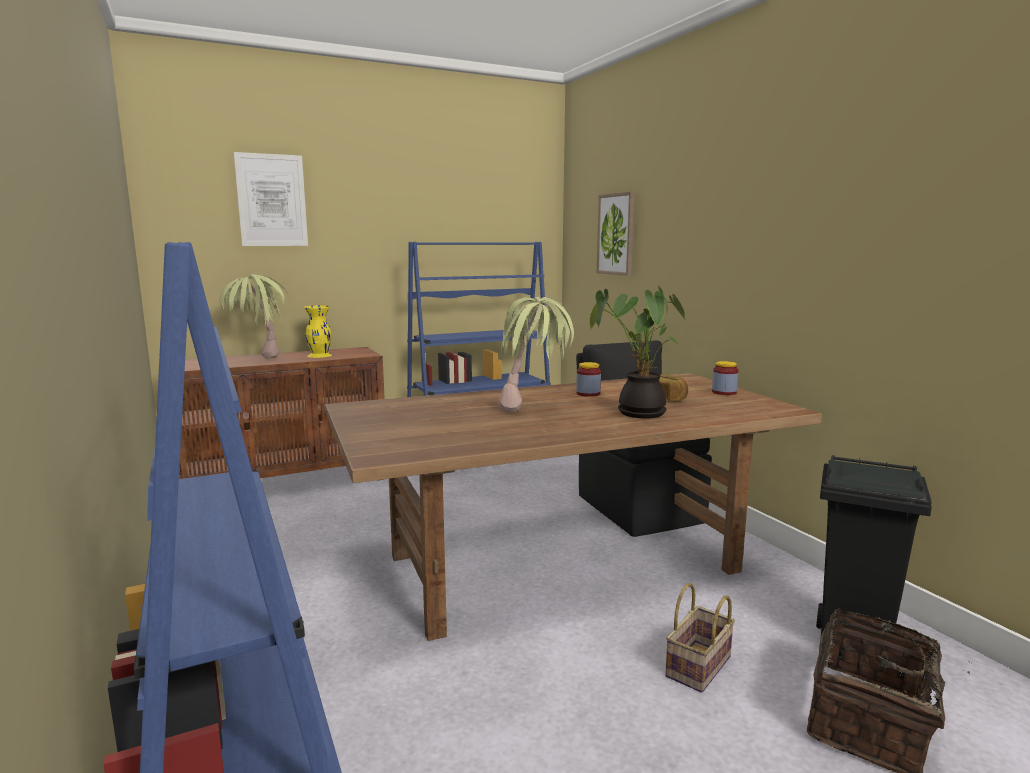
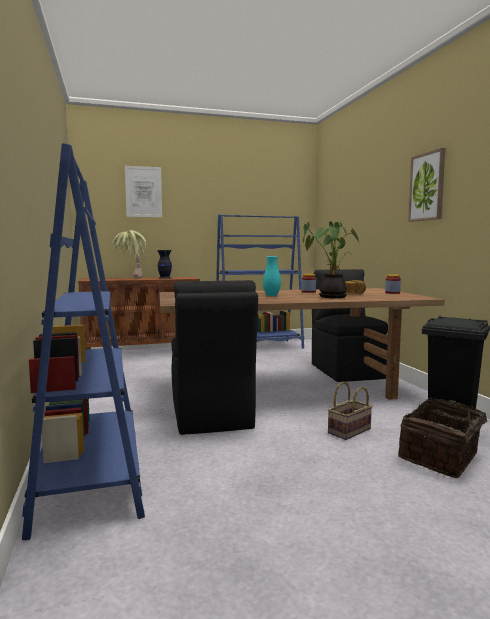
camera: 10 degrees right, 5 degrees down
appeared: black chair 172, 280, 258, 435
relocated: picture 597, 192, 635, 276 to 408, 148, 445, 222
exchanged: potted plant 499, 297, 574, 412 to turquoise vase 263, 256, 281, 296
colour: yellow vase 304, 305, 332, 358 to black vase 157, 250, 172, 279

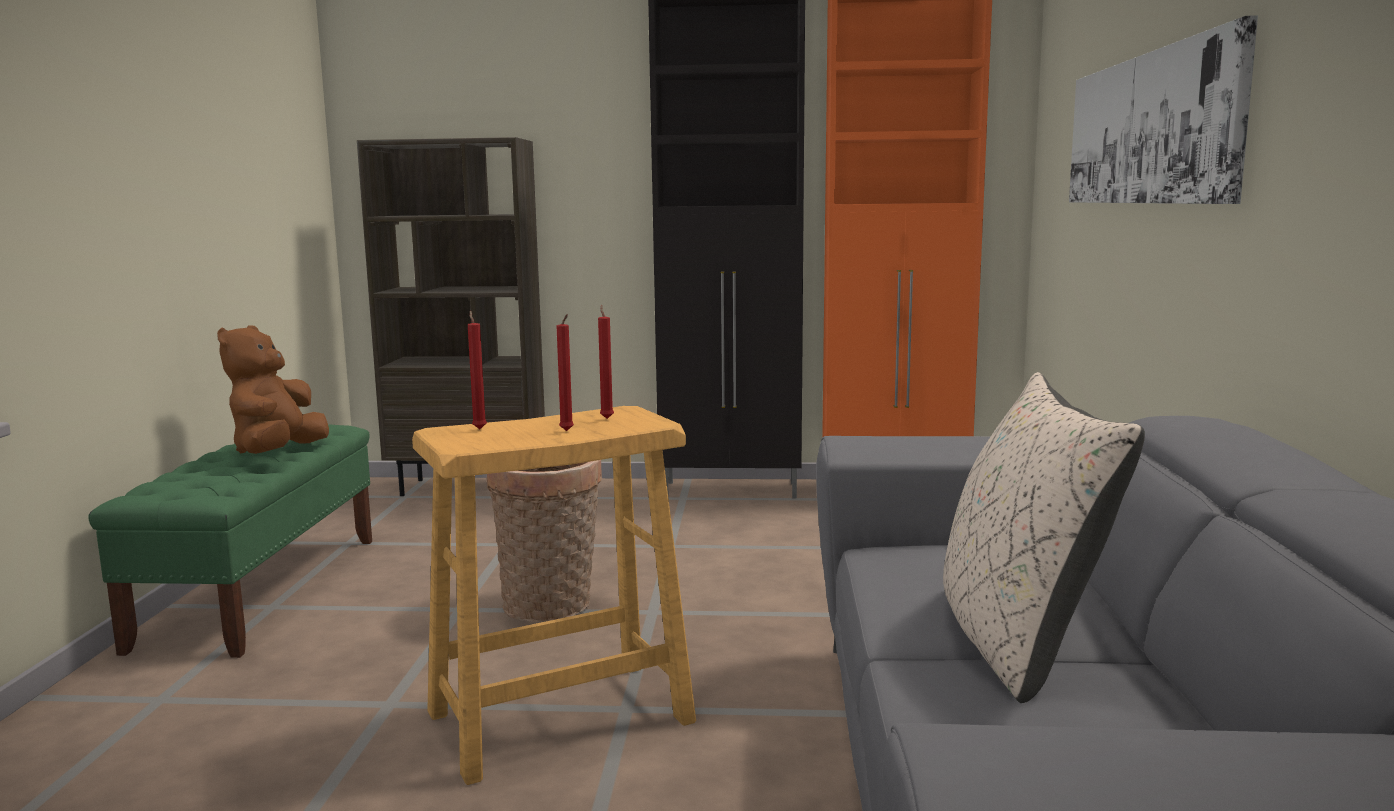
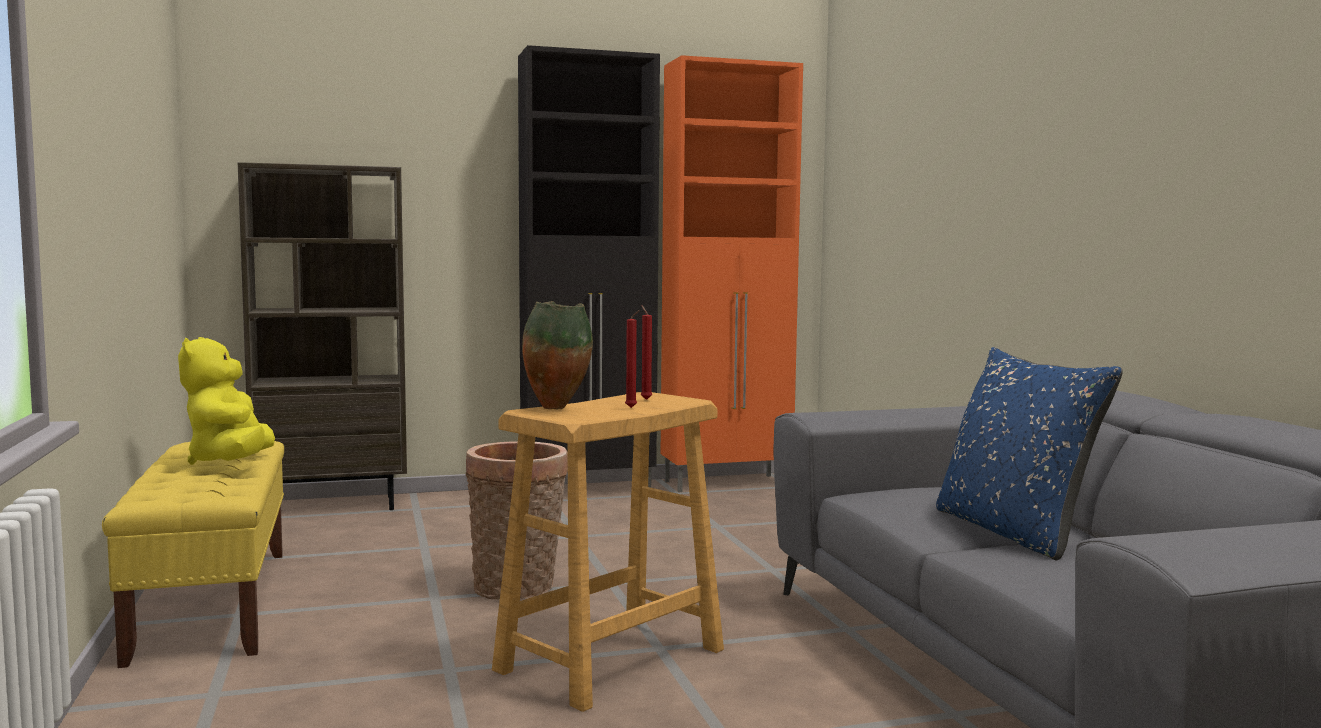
camera: 20 degrees left, 5 degrees down
missing: picture 1069, 15, 1258, 204
exchanged: red candle 468, 311, 487, 429 to vase 522, 301, 593, 409
colour: green bench 89, 425, 372, 658 to yellow bench 102, 441, 284, 668; brown plush toy 217, 325, 329, 454 to yellow plush toy 178, 337, 275, 465; beige pillow 943, 372, 1145, 703 to blue pillow 936, 347, 1123, 561

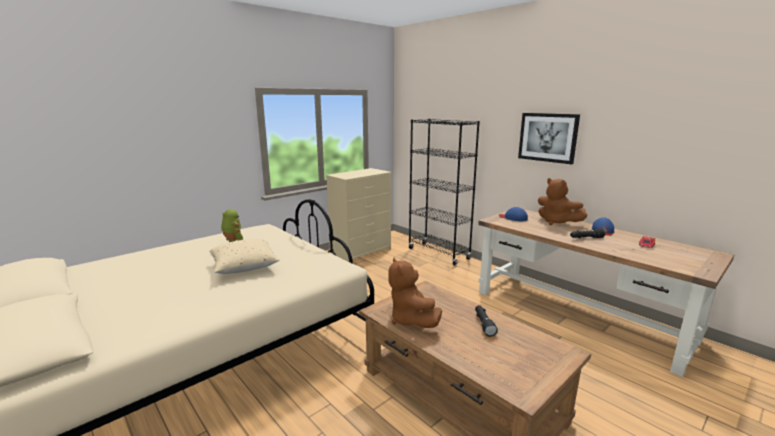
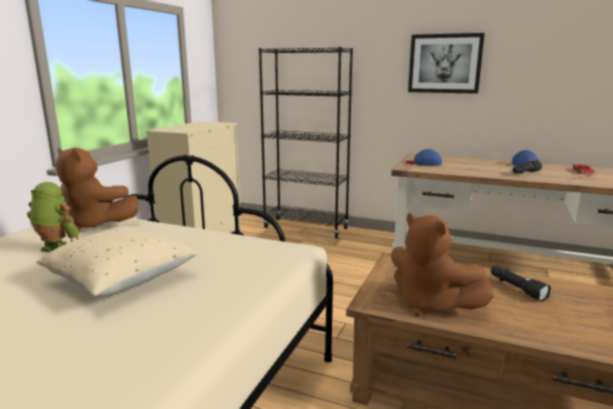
camera: 25 degrees left, 0 degrees up
relocated: brown plush toy 538, 178, 588, 225 to 56, 148, 138, 232

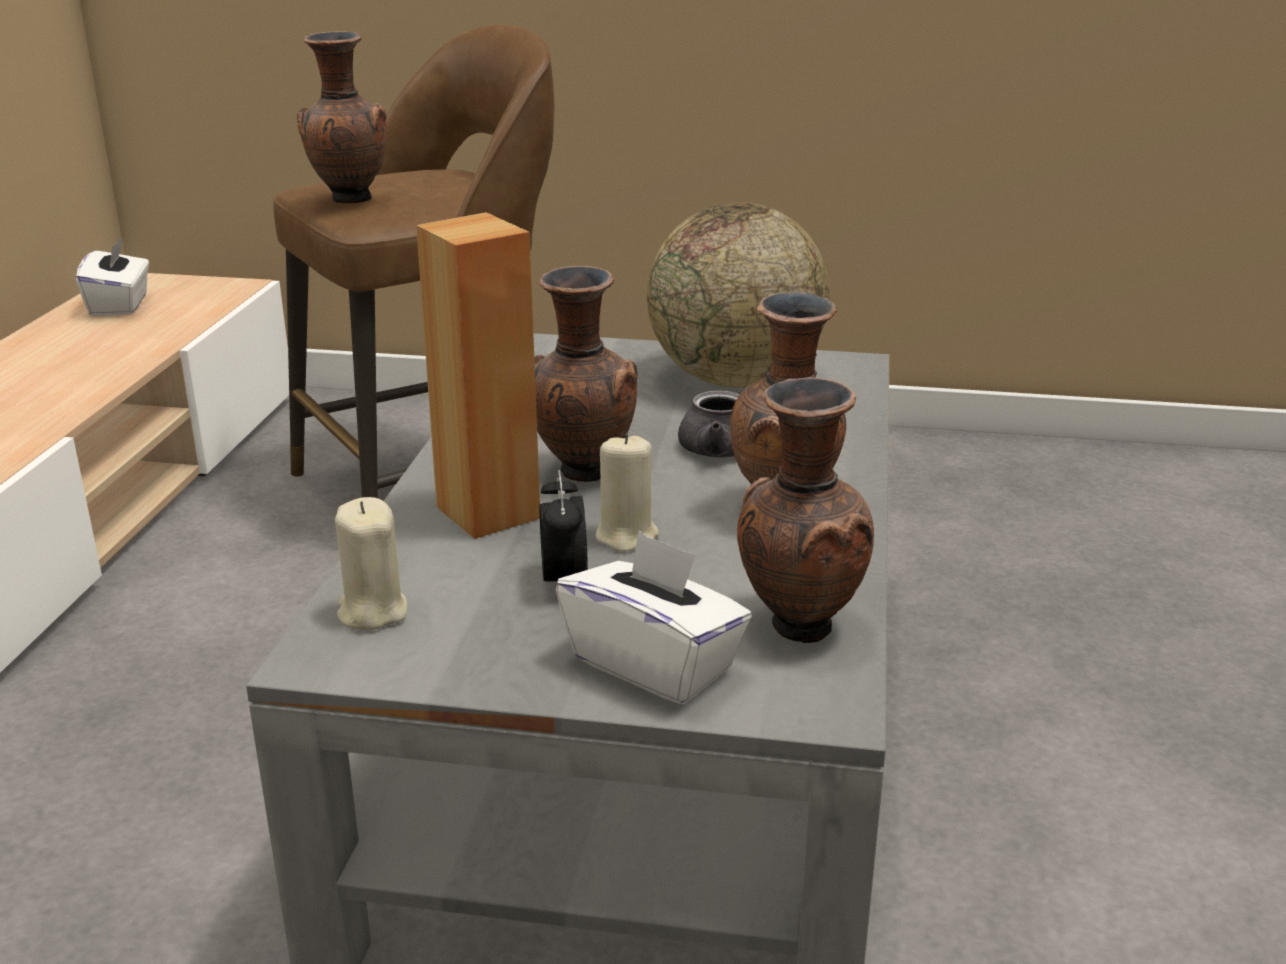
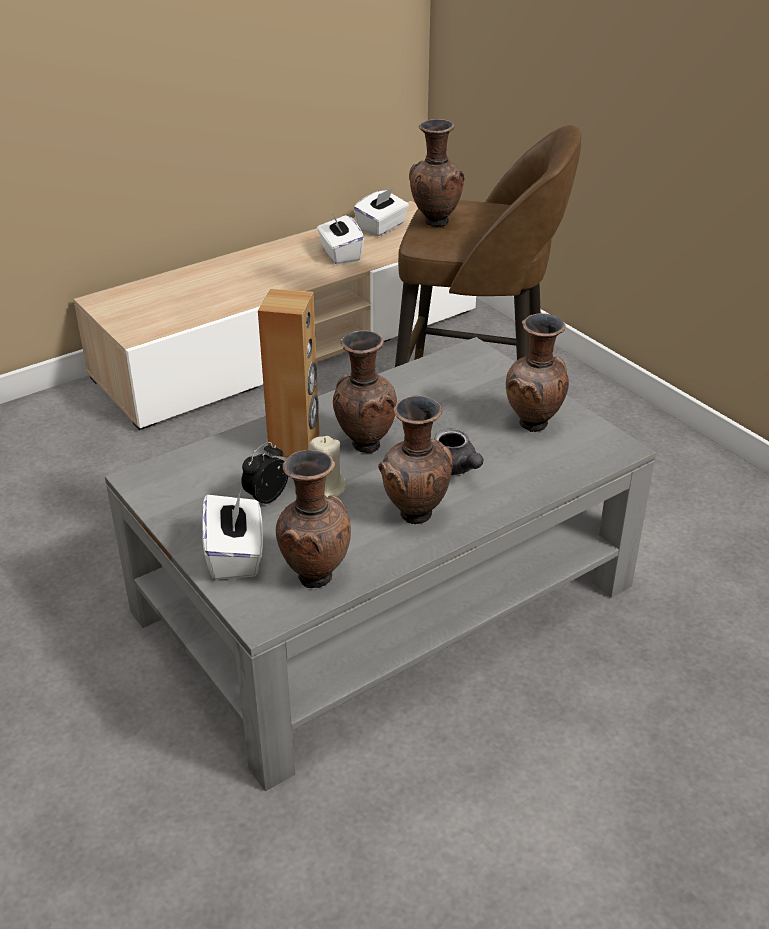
camera: 45 degrees right, 10 degrees up
missing: beige candle 335, 497, 408, 630
appeared: white tissue box 317, 213, 364, 264
exchanged: globe 647, 202, 830, 387 to brown vase 506, 313, 569, 432

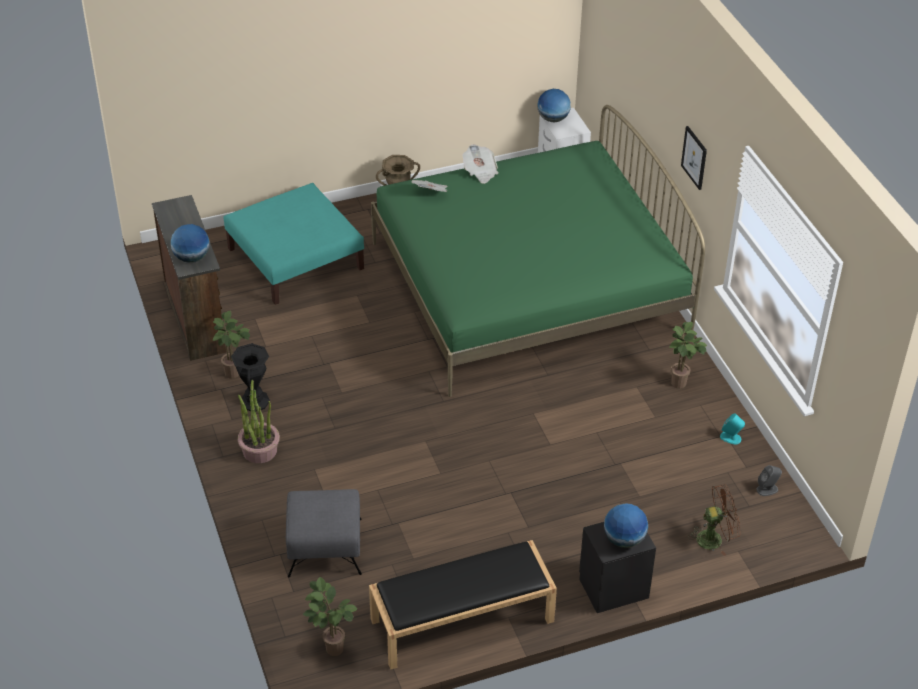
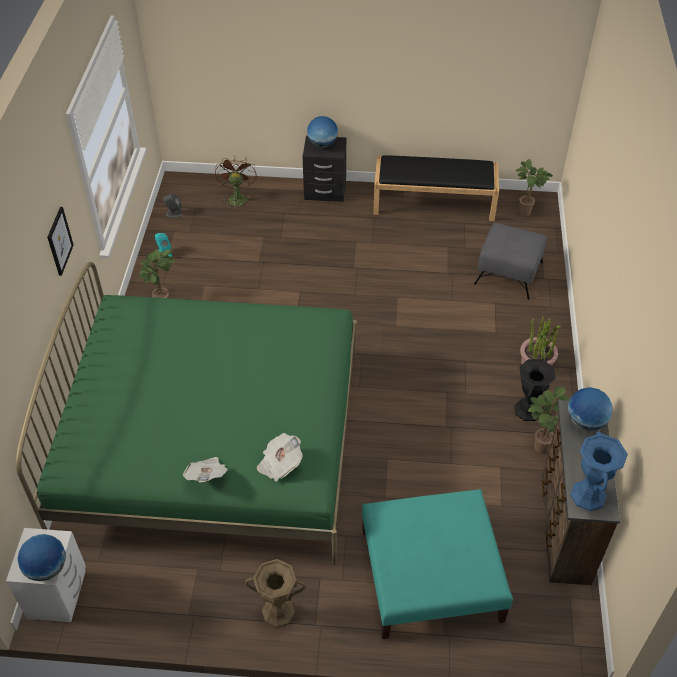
camera: 155 degrees left, 5 degrees up
appeared: blue vase 570, 431, 628, 511
spun: brown fan 688, 484, 741, 556 = 215, 155, 257, 210 75 degrees clockwise

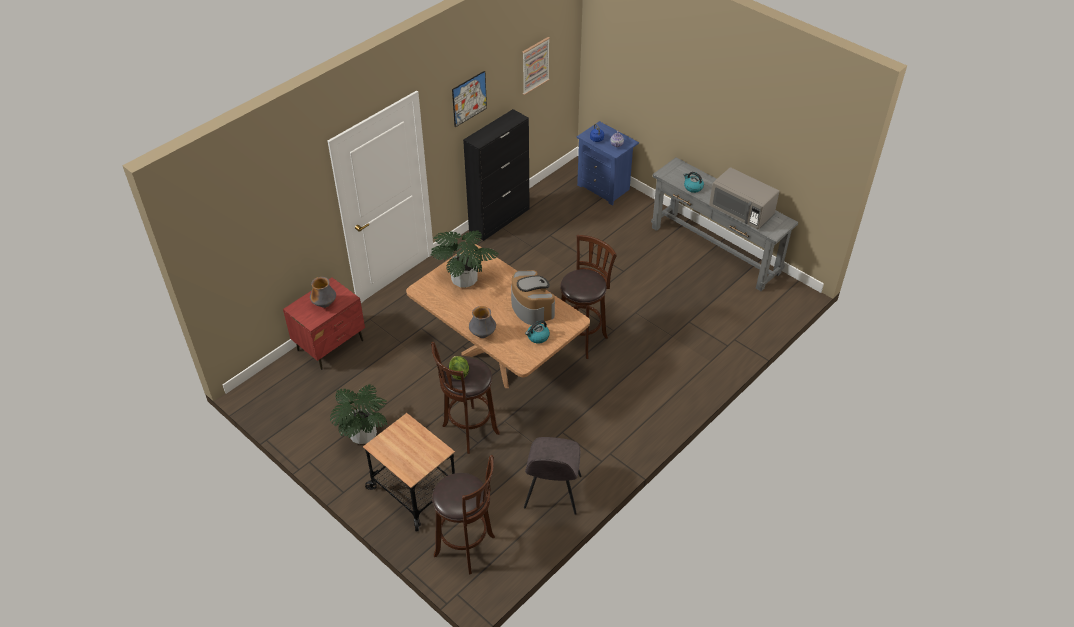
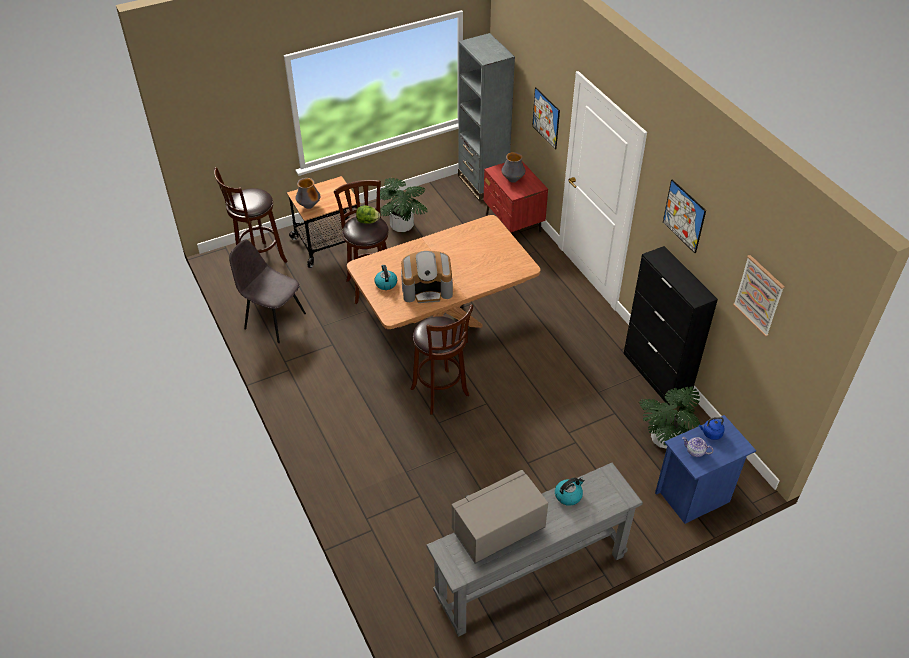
camera: 110 degrees right, 0 degrees up
appeared: grey bookcase 458, 33, 515, 202; picture 532, 87, 560, 150
relocated: potted plant 430, 230, 499, 288 to 639, 386, 700, 449; vase 469, 306, 496, 338 to 295, 178, 320, 209

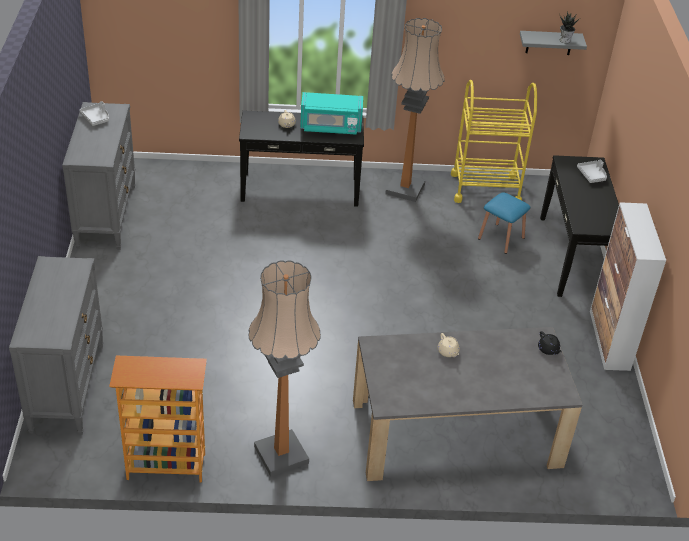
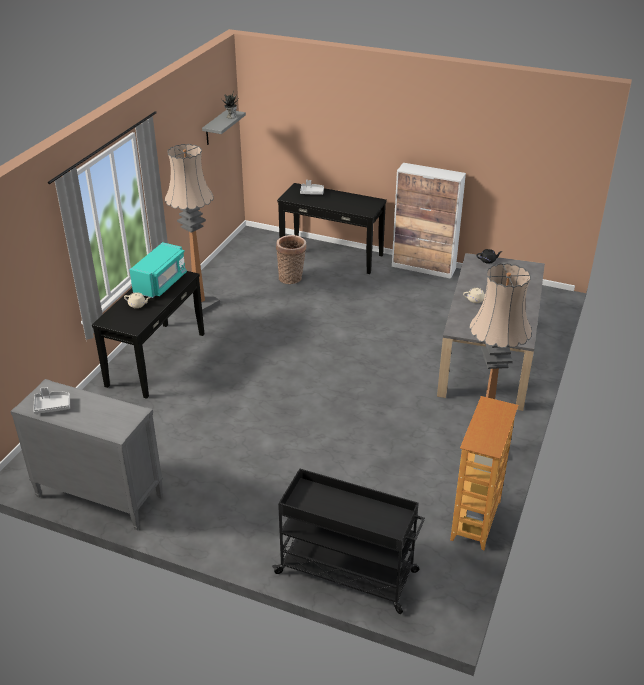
camera: 65 degrees left, 5 degrees down
missing: yellow cart 451, 80, 537, 203
exchanged: grey dresser 9, 256, 103, 435 to black cart 272, 469, 425, 614; blue stool 478, 192, 530, 254 to basket 276, 235, 307, 284

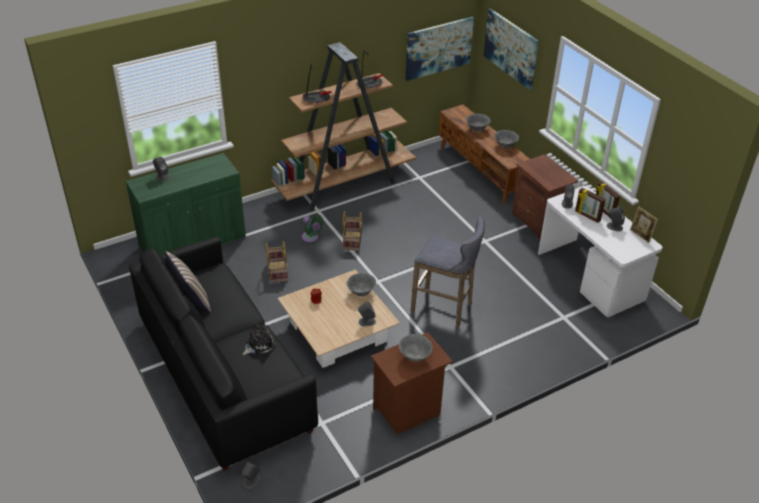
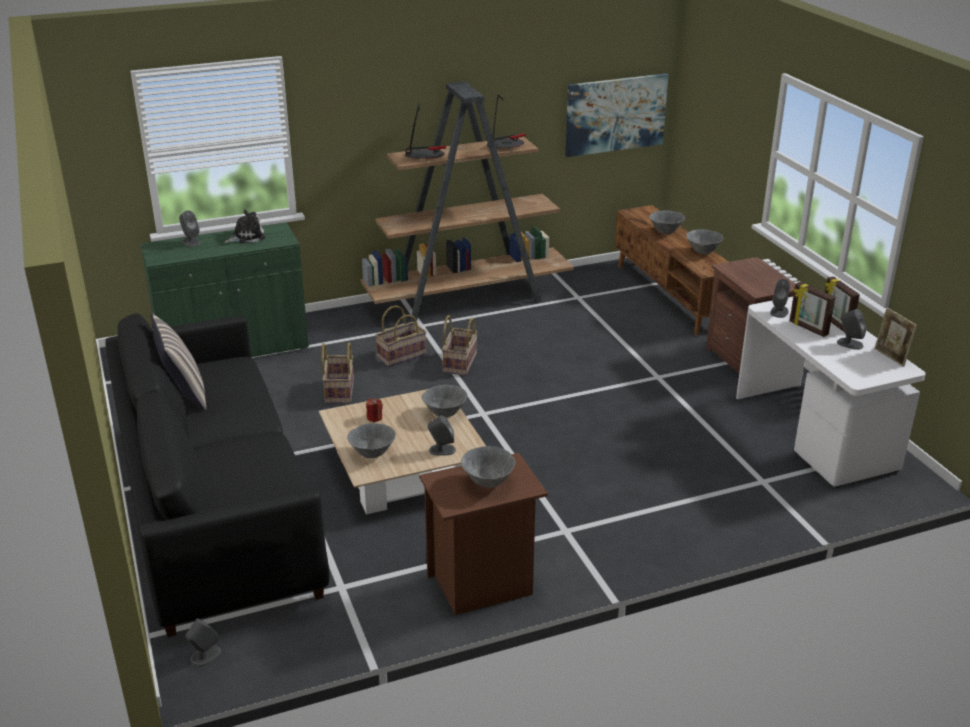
camera: 10 degrees right, 10 degrees down
missing: grey stool 410, 217, 485, 327; picture 483, 9, 539, 89
appeared: grey bowl 347, 423, 396, 458
relocated: plush toy 242, 322, 275, 355 to 224, 210, 266, 244
exchanged: green fan 302, 215, 324, 242 to basket 375, 305, 426, 367

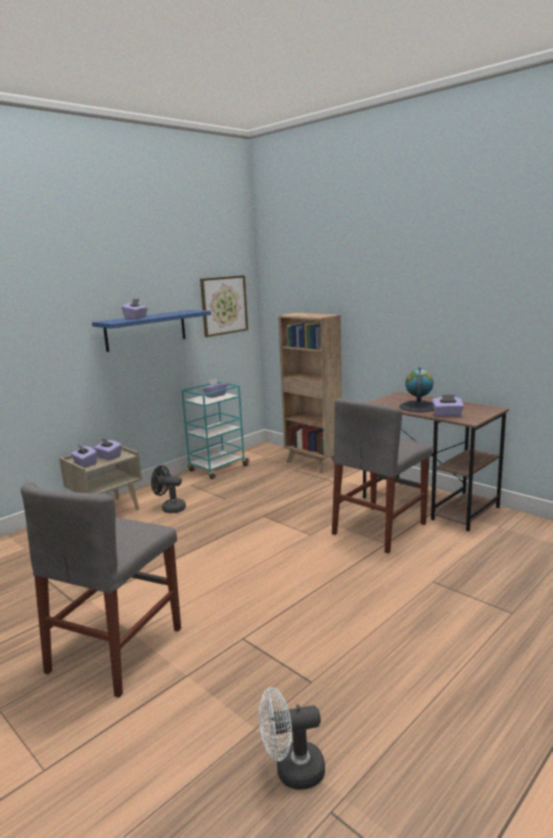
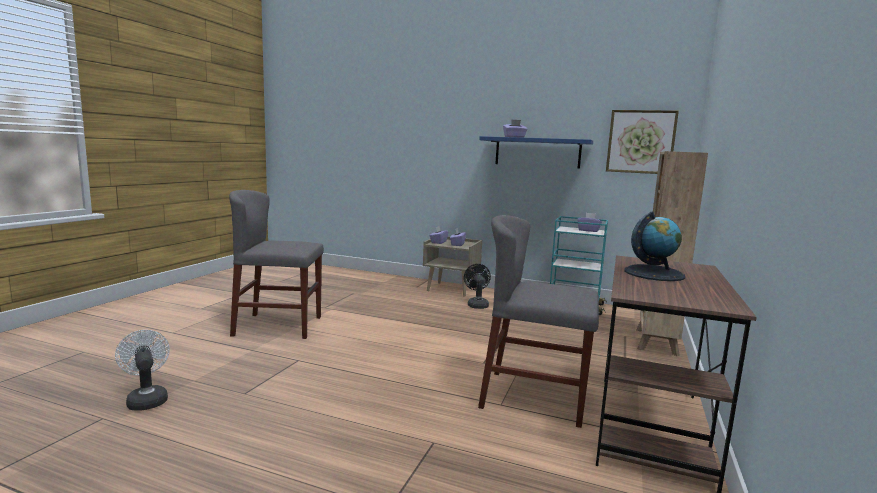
camera: 65 degrees right, 5 degrees down
missing: purple tissue box 432, 394, 464, 417

